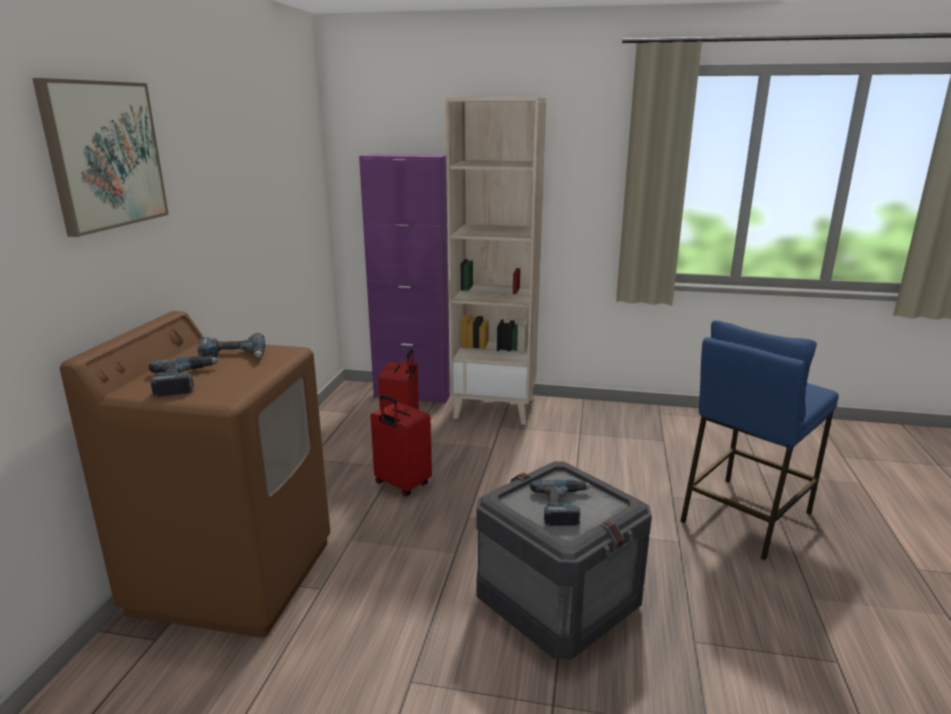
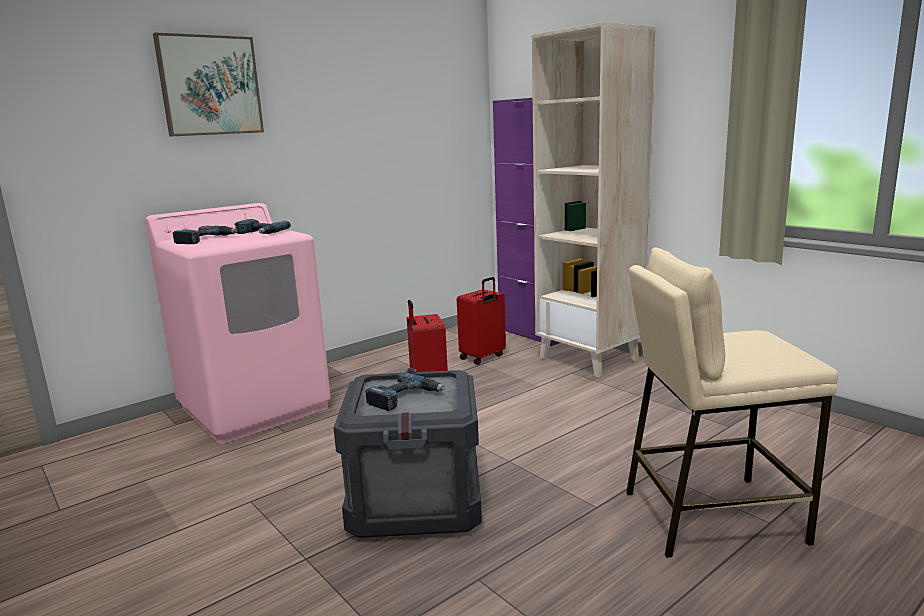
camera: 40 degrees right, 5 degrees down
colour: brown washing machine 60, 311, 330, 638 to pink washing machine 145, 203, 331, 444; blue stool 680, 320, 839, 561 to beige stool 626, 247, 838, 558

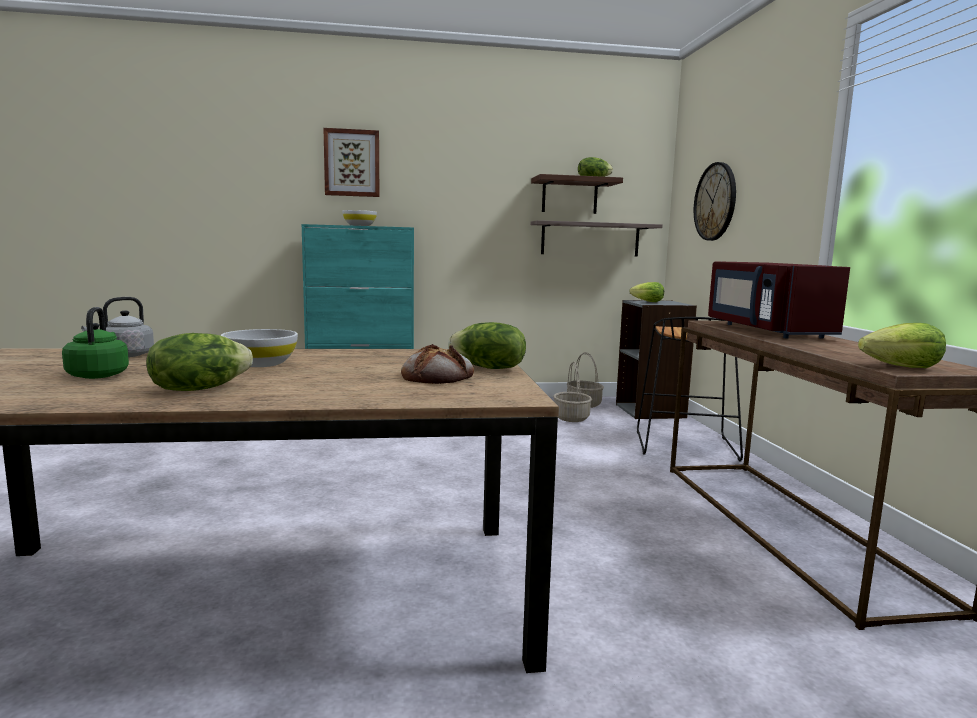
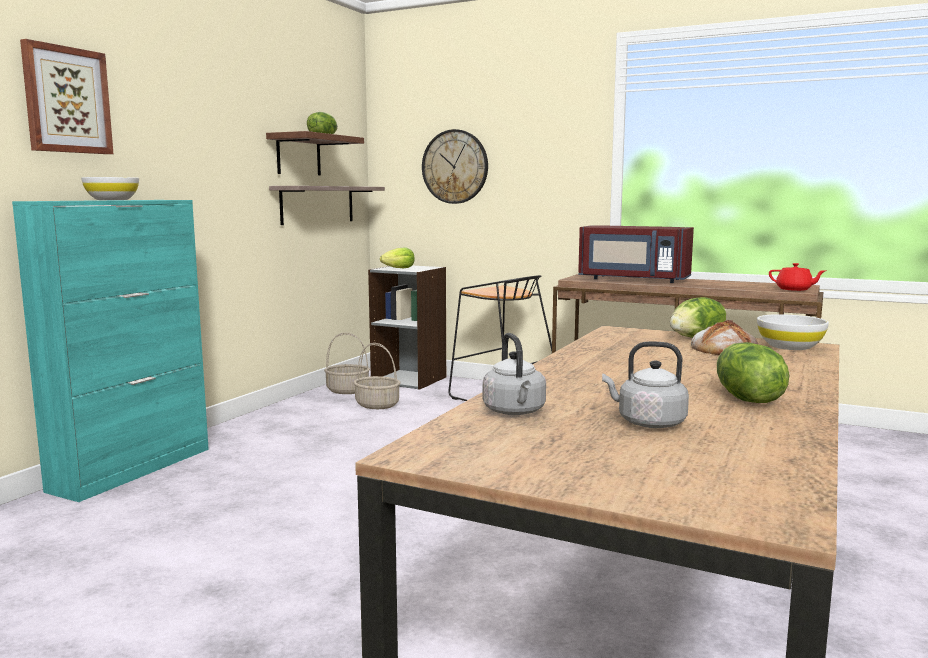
camera: 55 degrees left, 0 degrees up
relocated: white bowl 221, 329, 298, 367 to 757, 314, 829, 350
exchanged: lettuce 858, 323, 946, 368 to red teapot 769, 263, 825, 291
colour: green kettle 62, 307, 129, 379 to grey kettle 602, 342, 689, 428

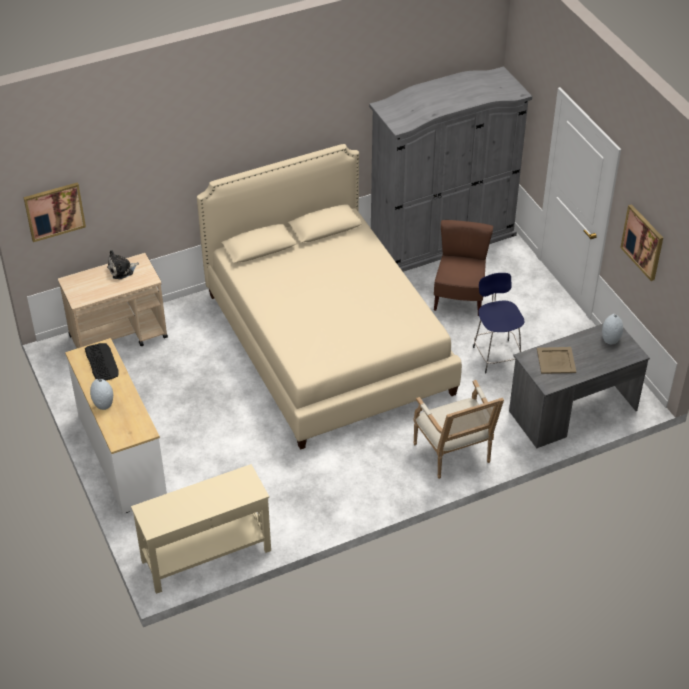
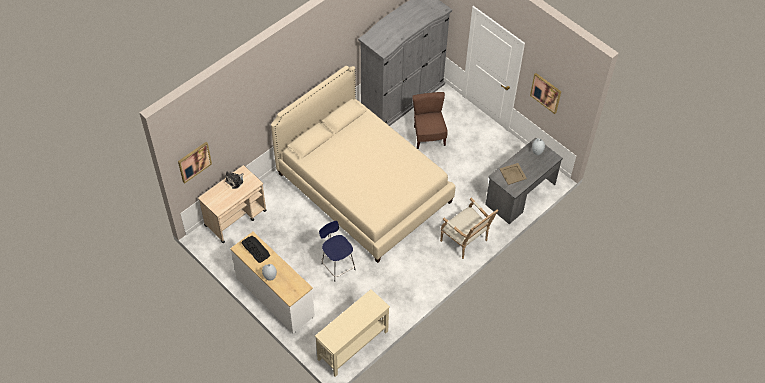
camera: 20 degrees left, 10 degrees up
relocated: blue stool 473, 273, 524, 373 to 319, 221, 355, 282

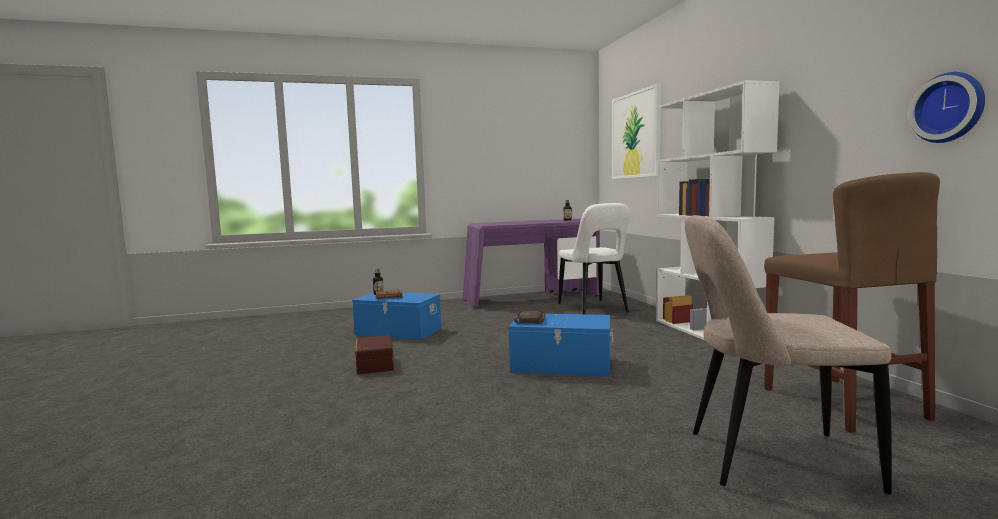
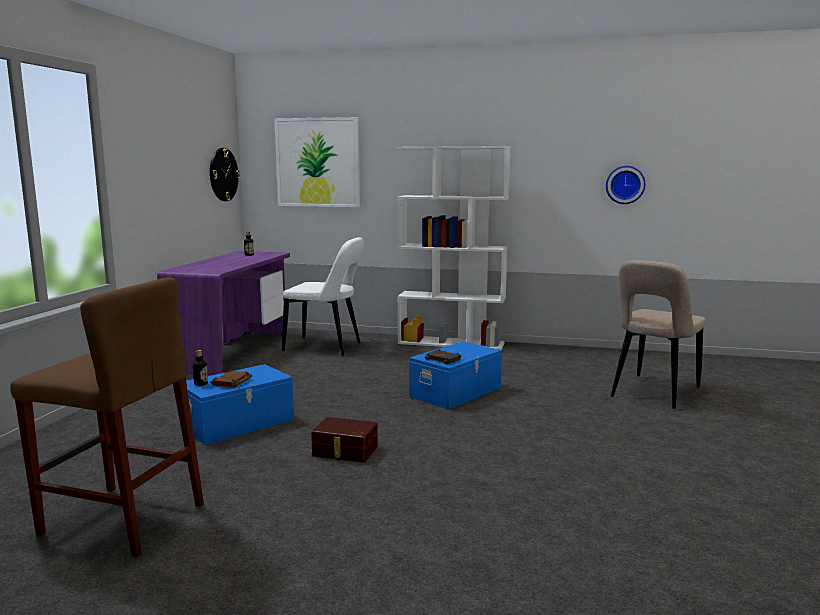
camera: 60 degrees left, 5 degrees up
appeared: wall clock 210, 148, 240, 201
relocated: brown stool 764, 172, 940, 433 to 10, 277, 204, 558

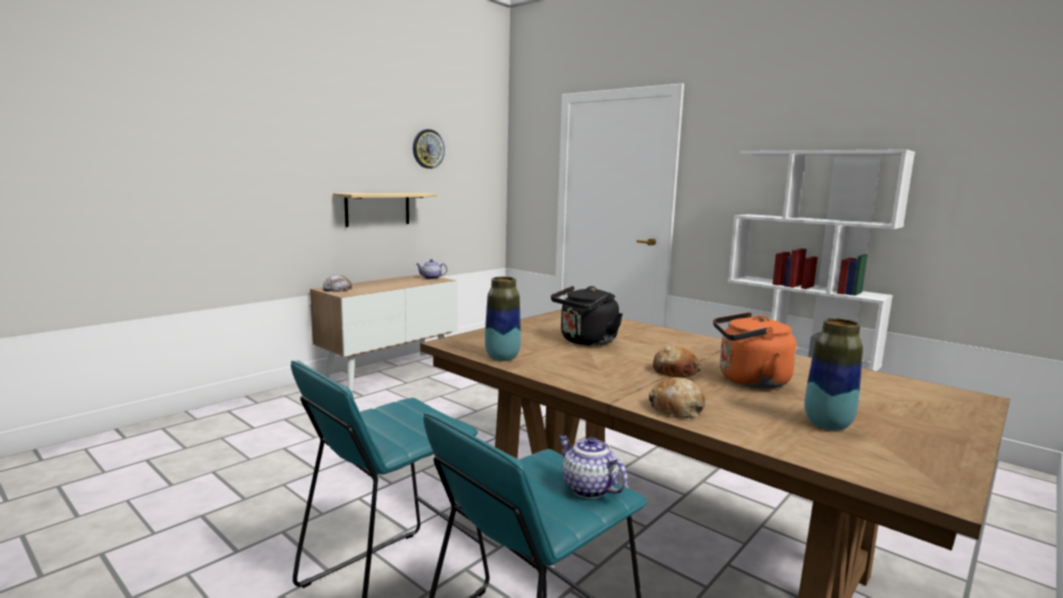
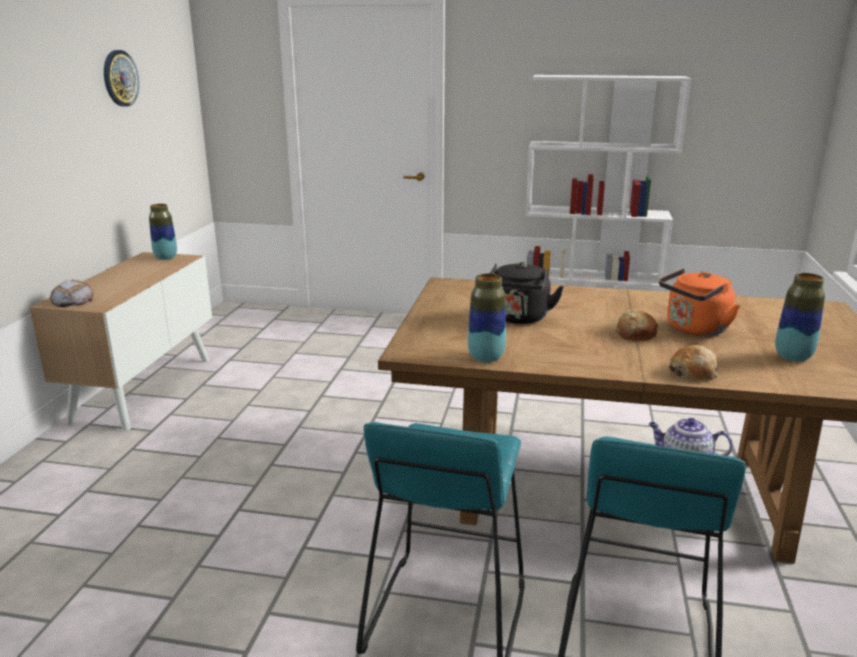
camera: 30 degrees left, 10 degrees up
missing: shelf 333, 193, 437, 227
exchanged: teapot 416, 259, 448, 279 to vase 149, 204, 177, 260

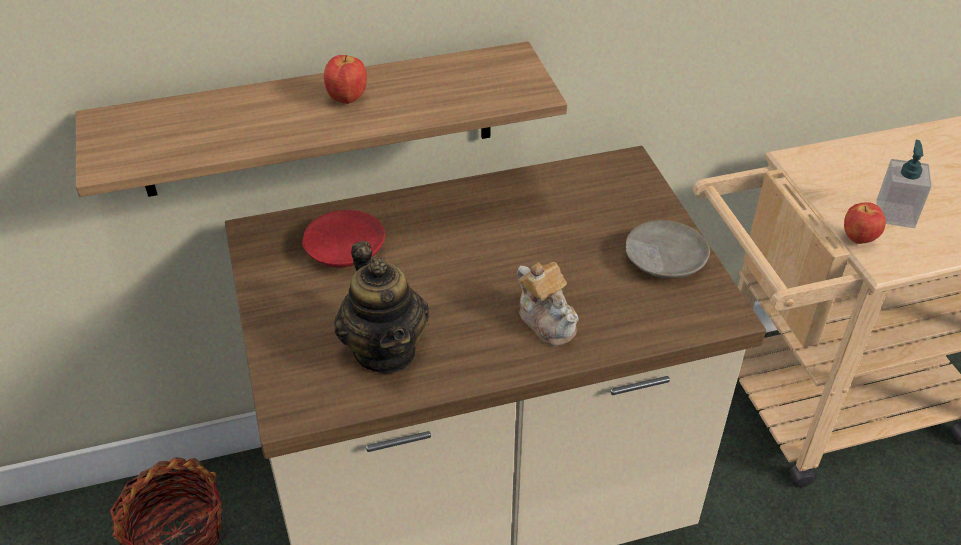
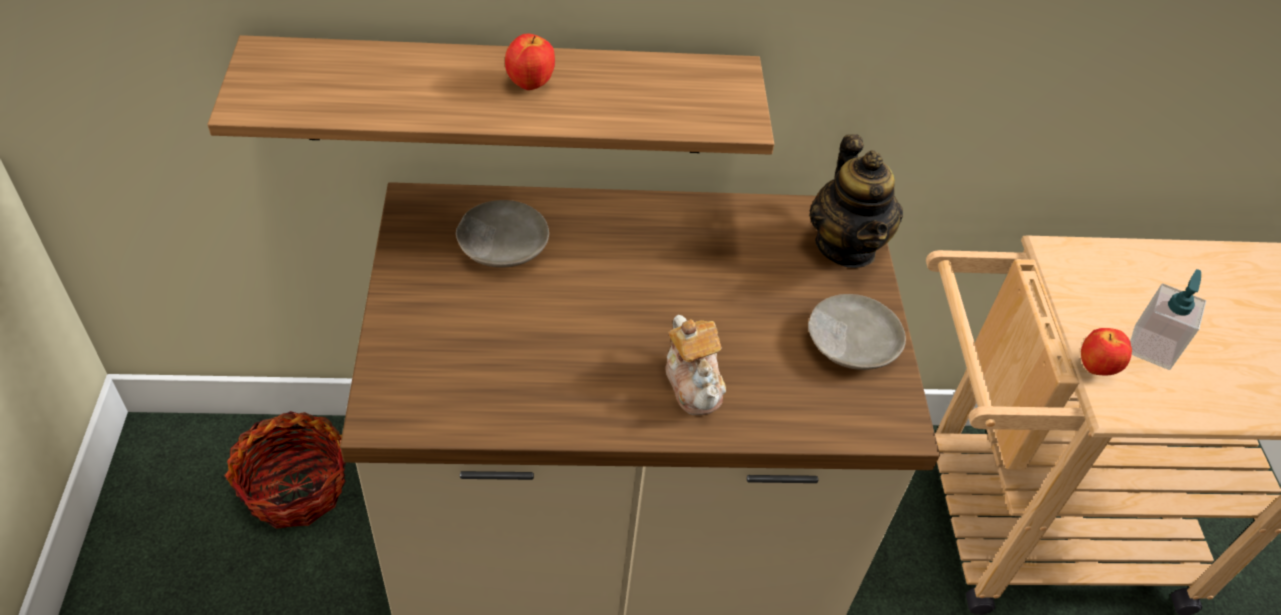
camera: 10 degrees right, 5 degrees up
relocated: teapot 334, 241, 429, 373 to 809, 134, 903, 268
colour: red plate 302, 210, 385, 267 to beige plate 456, 200, 549, 268

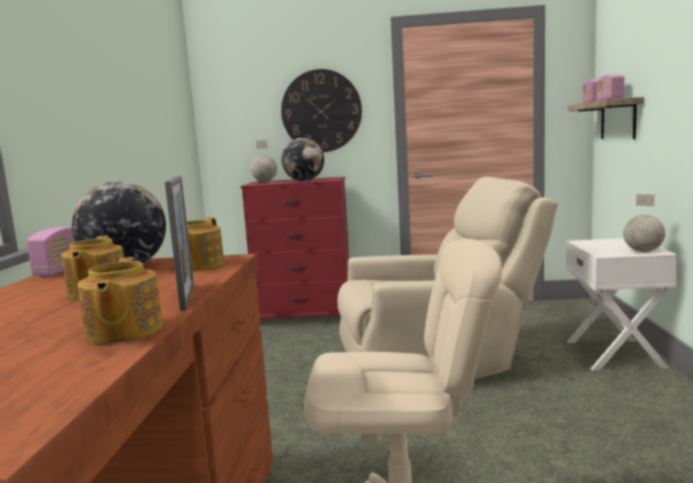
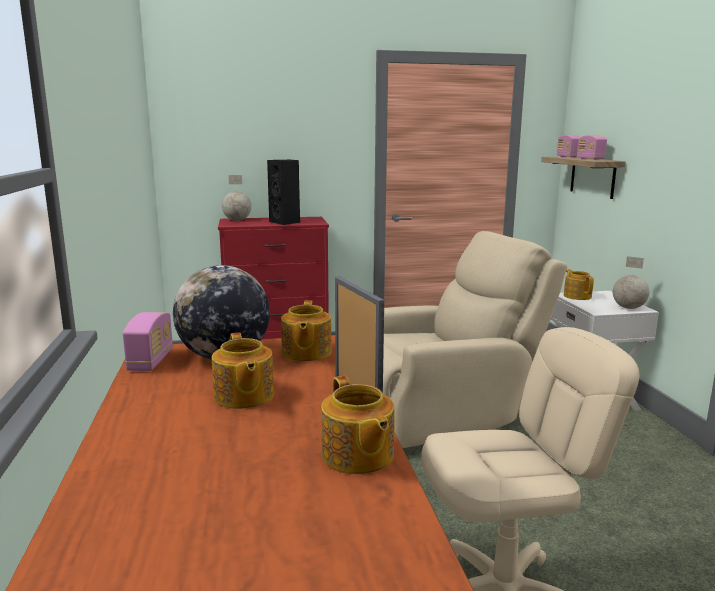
camera: 15 degrees left, 5 degrees up
missing: wall clock 281, 69, 362, 152
appeared: teapot 564, 269, 594, 300
exchanged: globe 282, 138, 324, 181 to black speaker 267, 160, 300, 225

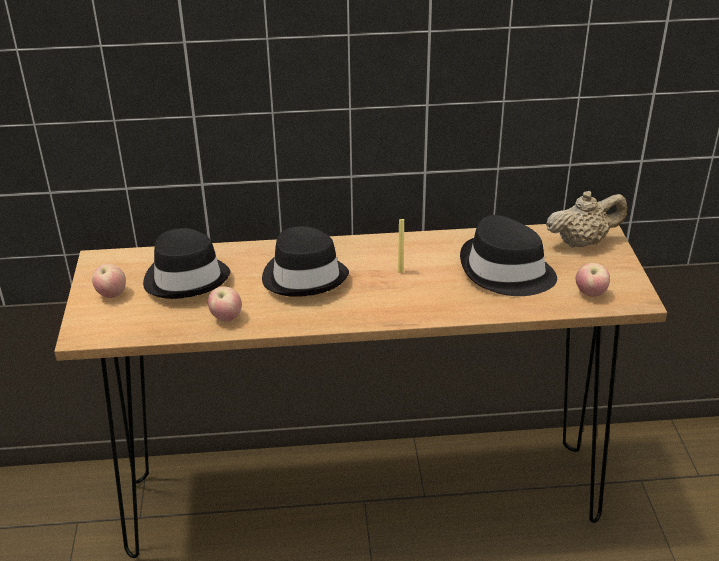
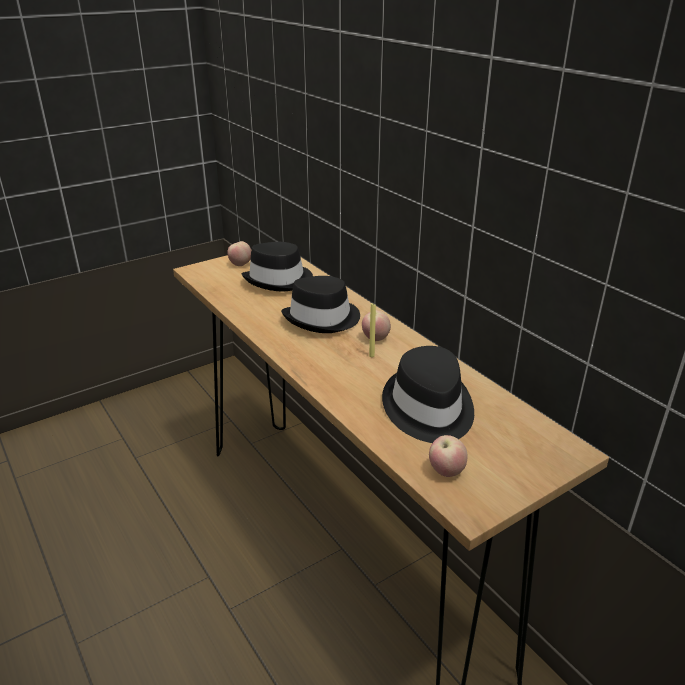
camera: 60 degrees right, 5 degrees down
missing: beige teapot 546, 191, 627, 248
relocated: apple 208, 286, 242, 322 to 362, 310, 391, 341

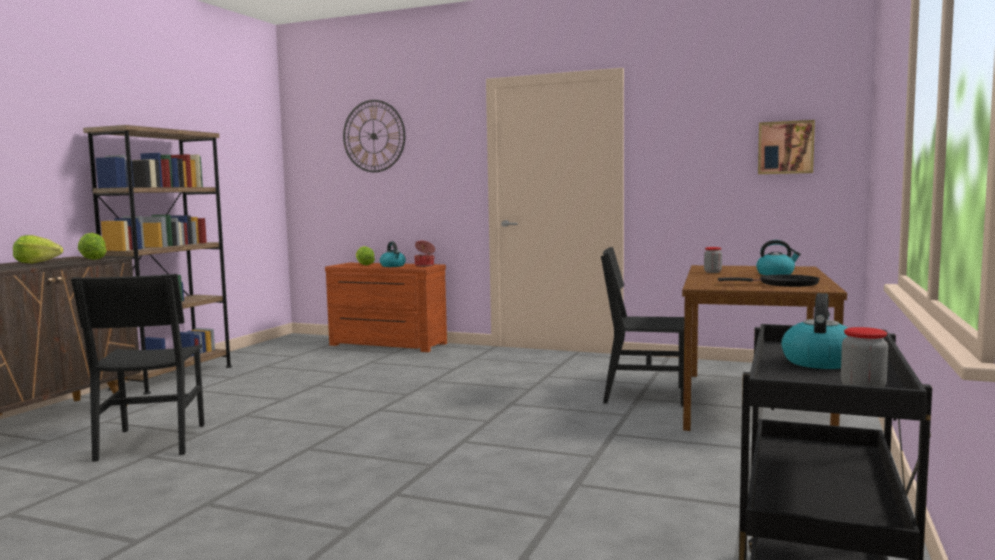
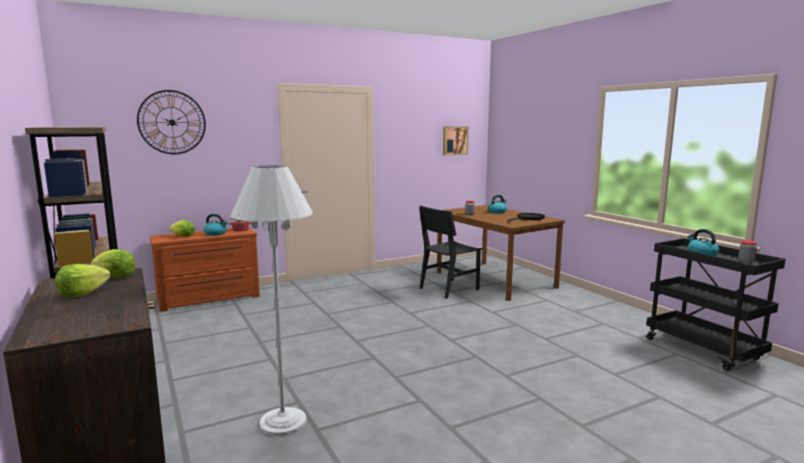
camera: 50 degrees left, 5 degrees up
exchanged: black chair 71, 274, 205, 462 to white floor lamp 230, 165, 313, 436

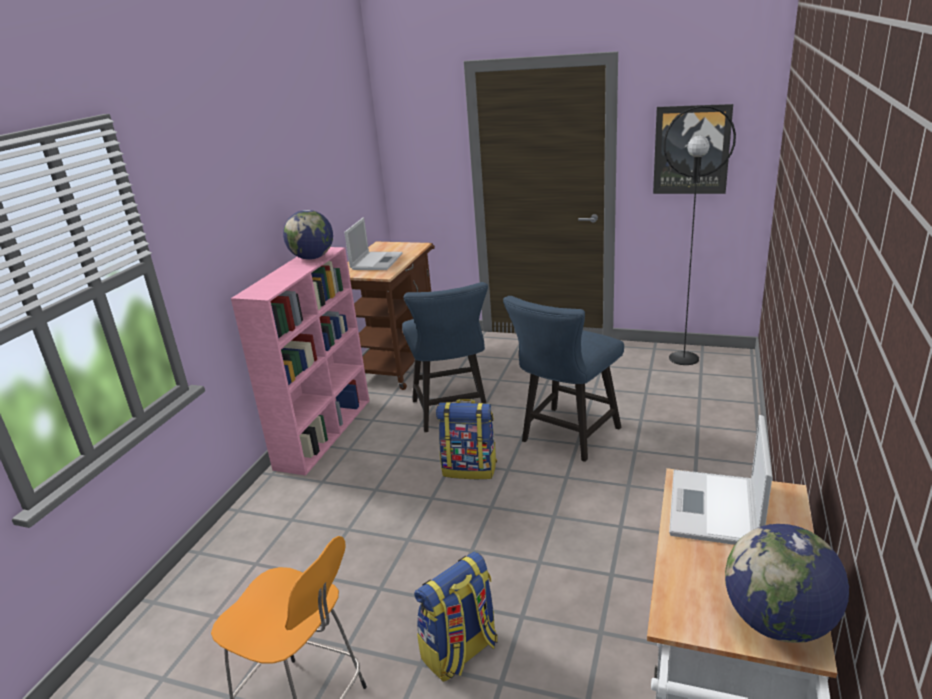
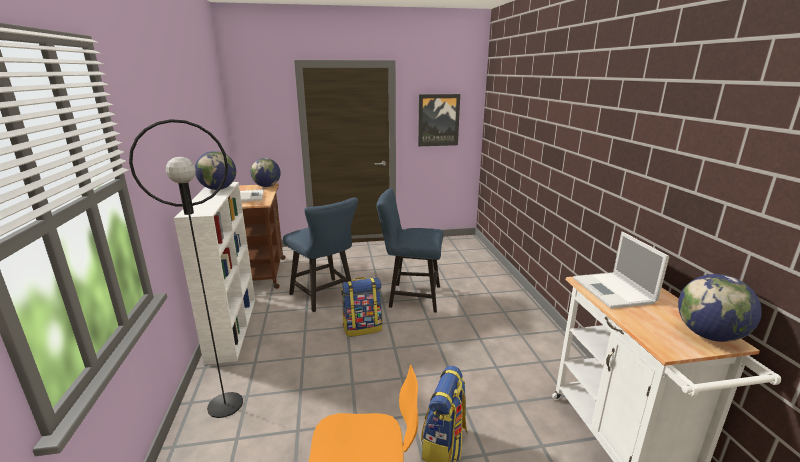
camera: 30 degrees left, 5 degrees down
appeared: globe 251, 158, 281, 187
relocated: black floor lamp 663, 105, 736, 365 to 129, 119, 243, 418
colour: pink bookcase 231, 247, 369, 476 to white bookcase 174, 182, 255, 365
spun: blue chair 503, 296, 624, 462 = 376, 188, 444, 313 90 degrees clockwise

